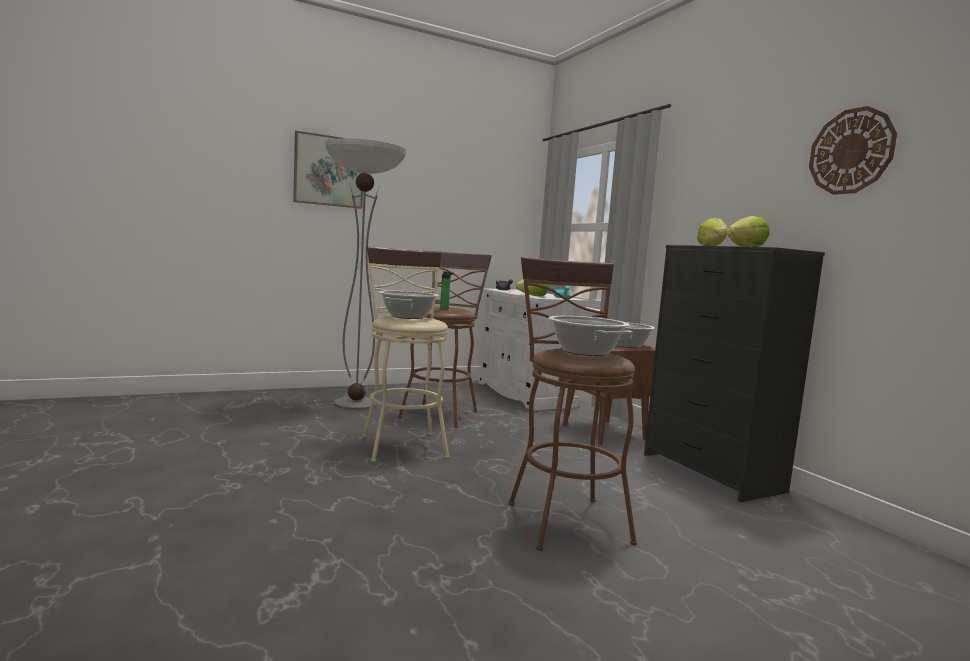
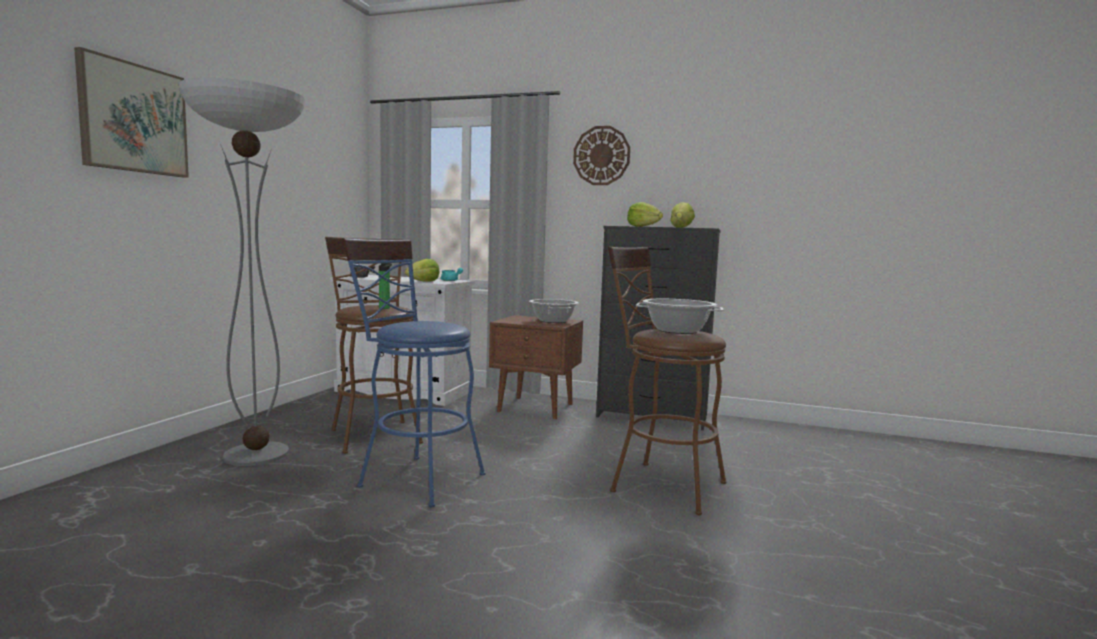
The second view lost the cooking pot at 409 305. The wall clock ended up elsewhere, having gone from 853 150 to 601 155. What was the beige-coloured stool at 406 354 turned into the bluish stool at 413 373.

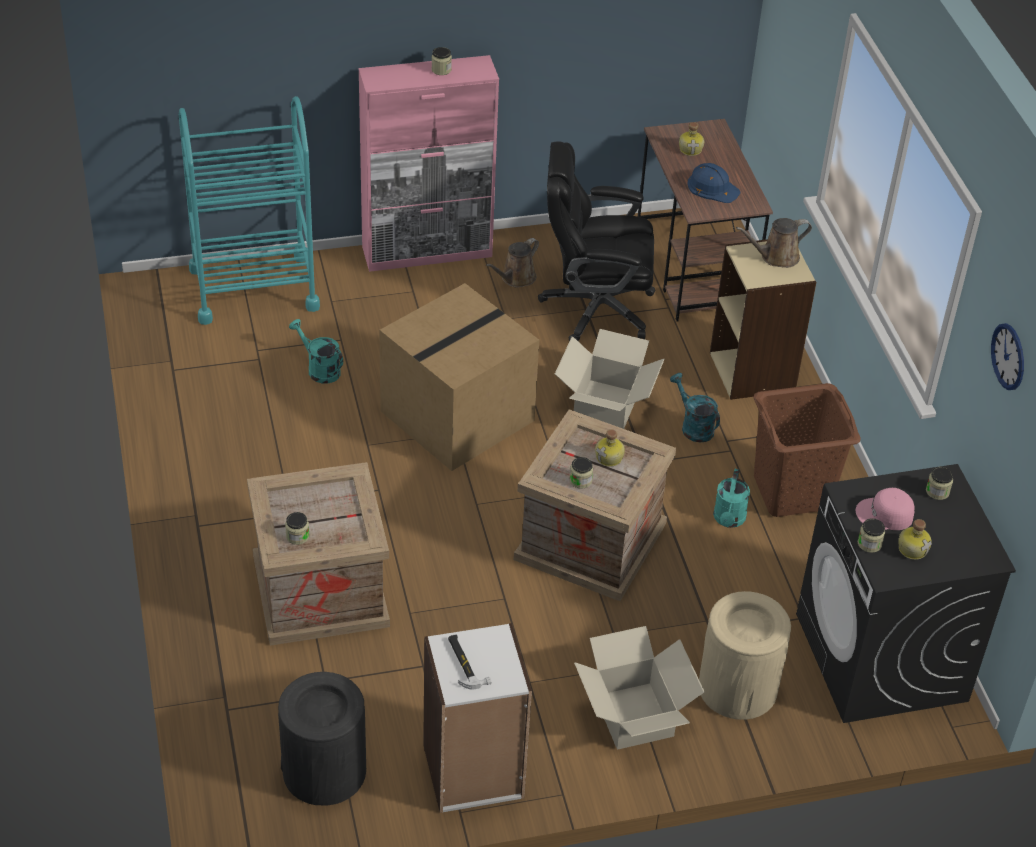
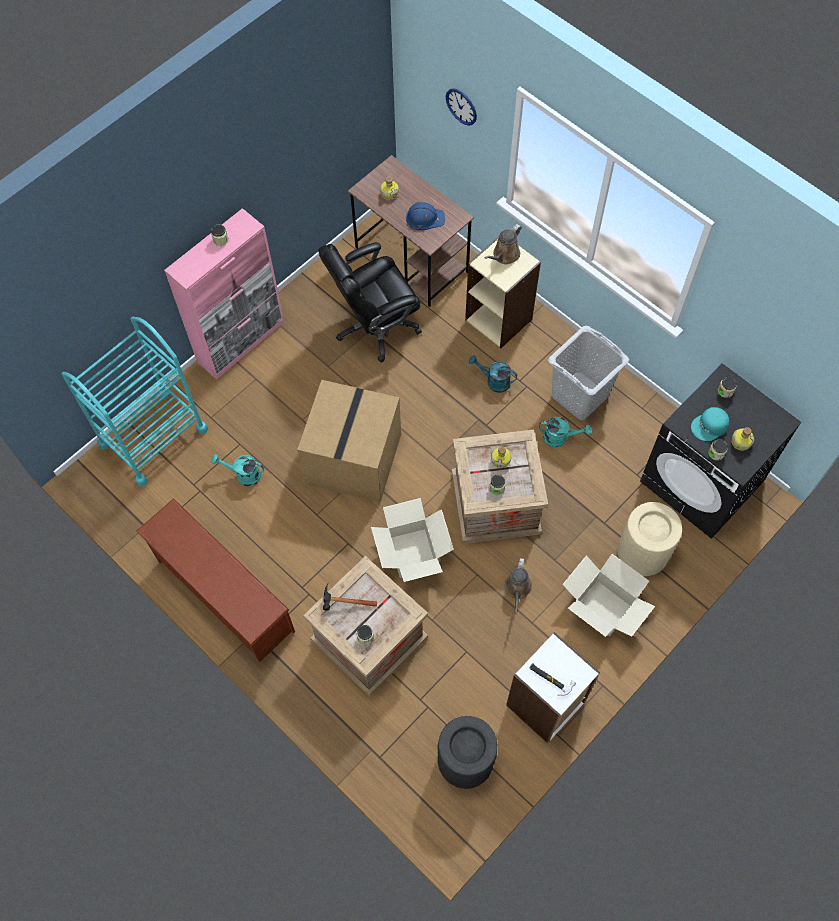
The second view gained the brownish shoe shelf at 215 580. The second view gained the hammer at 350 596. The brownish watering can ended up elsewhere, having gone from 512 263 to 518 585. The carton ended up elsewhere, having gone from 610 379 to 412 540. The wall clock ended up elsewhere, having gone from 1007 356 to 461 107. What was the brownish hamper at 807 450 turned into the grey hamper at 588 373. What was the pink-coloured cap at 885 509 turned into the turquoise cap at 710 424. The turquoise watering can at 731 498 ended up facing another way, 60 degrees counterclockwise from before.

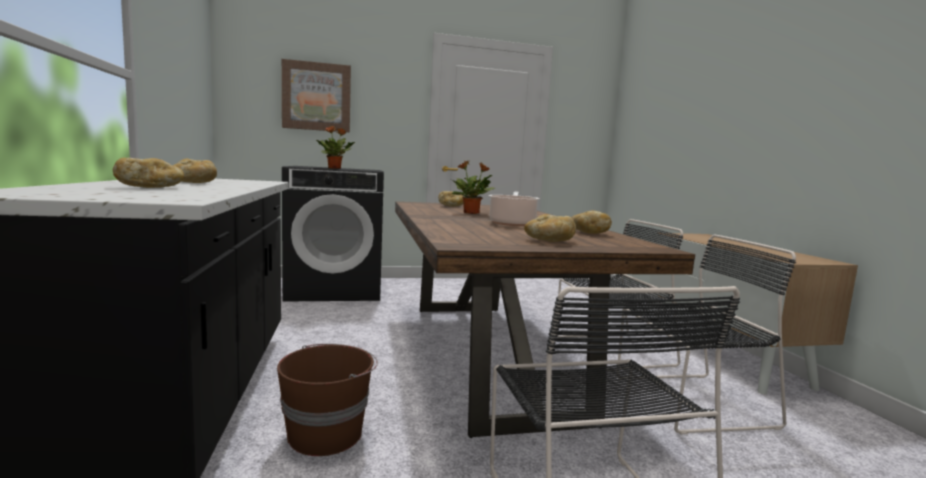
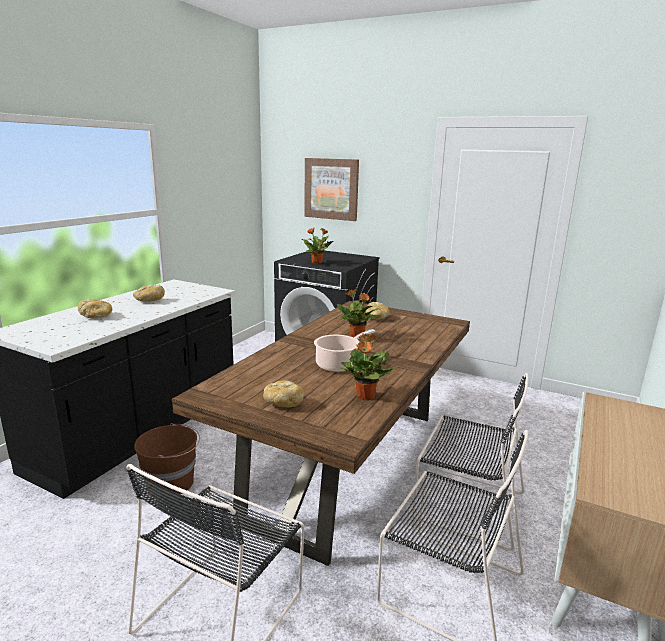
Where the bread stood at 591 222, the houseplant came to stand at 366 366.

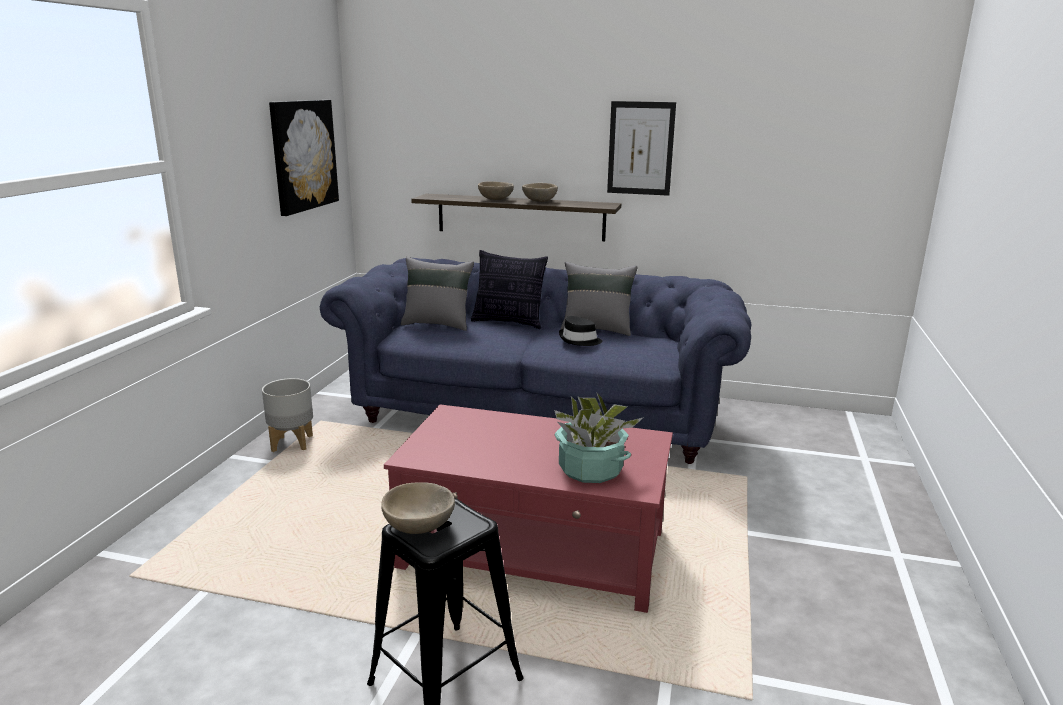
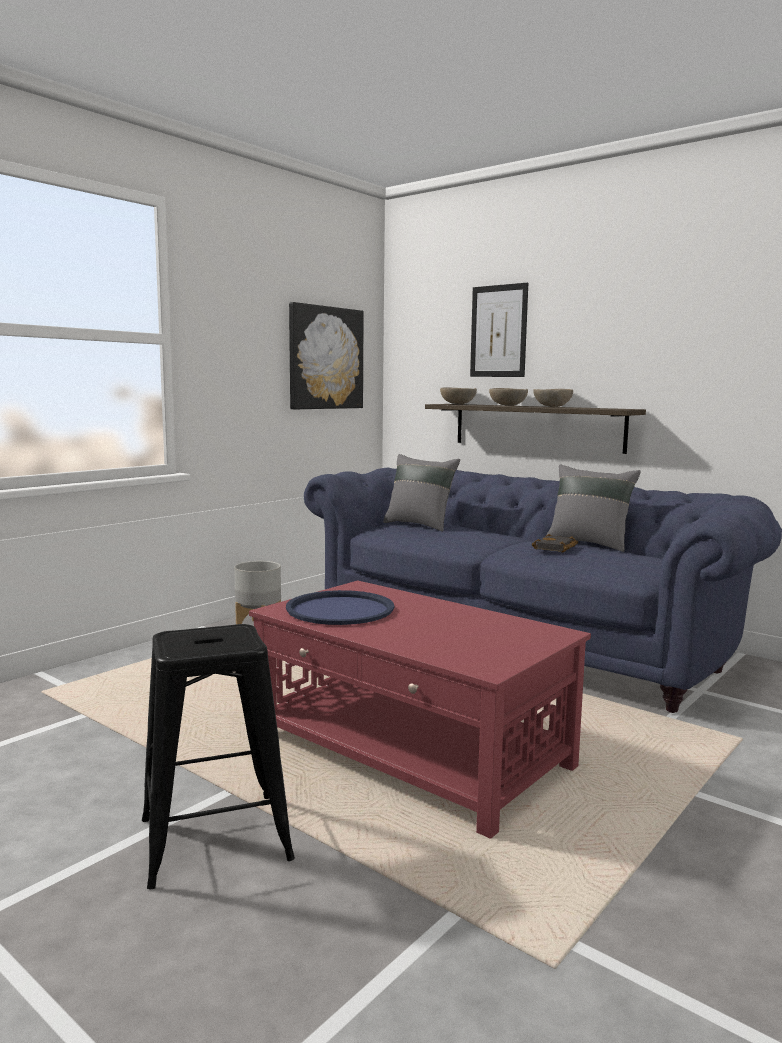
The second view lost the cushion at 509 289. The second view lost the houseplant at 599 437. The second view gained the bluish tray at 340 607. The beige-coloured serving bowl ended up elsewhere, having gone from 418 508 to 458 395. The wall art ended up elsewhere, having gone from 641 148 to 499 330. Where the blackish hat stood at 580 331, the blackish volume came to stand at 555 543.

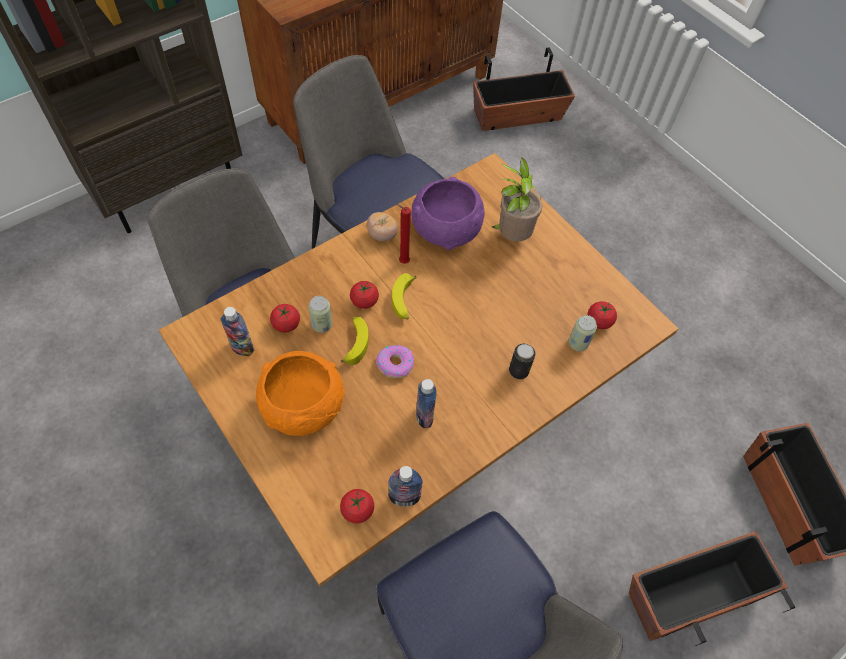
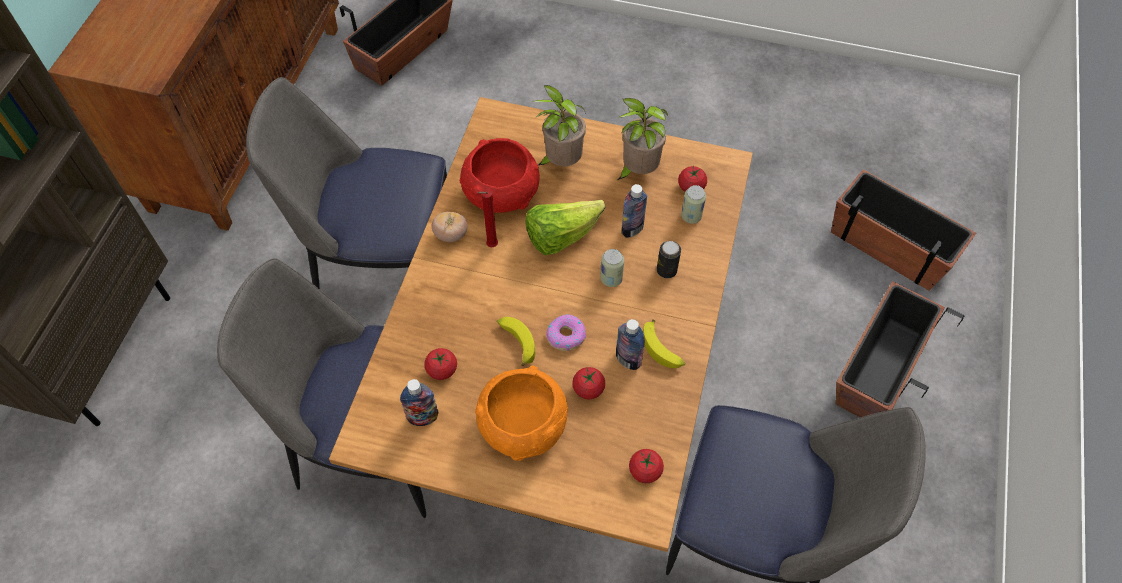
The second view gained the lettuce head at 565 227. The second view gained the houseplant at 642 139. The sealed can ended up elsewhere, having gone from 320 314 to 612 268. The whole tomato ended up elsewhere, having gone from 364 295 to 588 383. The drink bottle ended up elsewhere, having gone from 405 486 to 634 211. The whole banana ended up elsewhere, having gone from 404 296 to 664 343. What was the purplish serving bowl at 448 213 turned into the reddish serving bowl at 500 175.

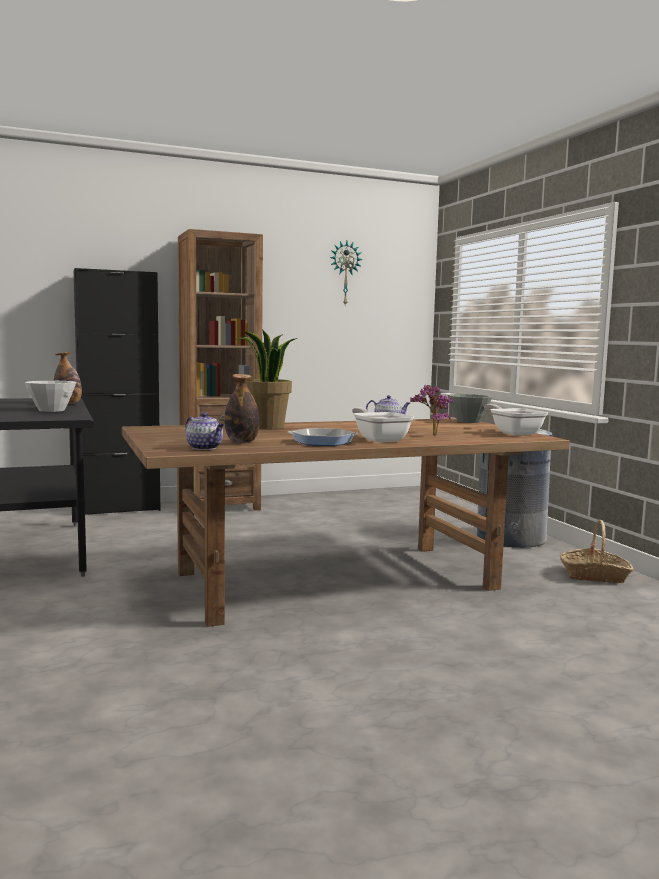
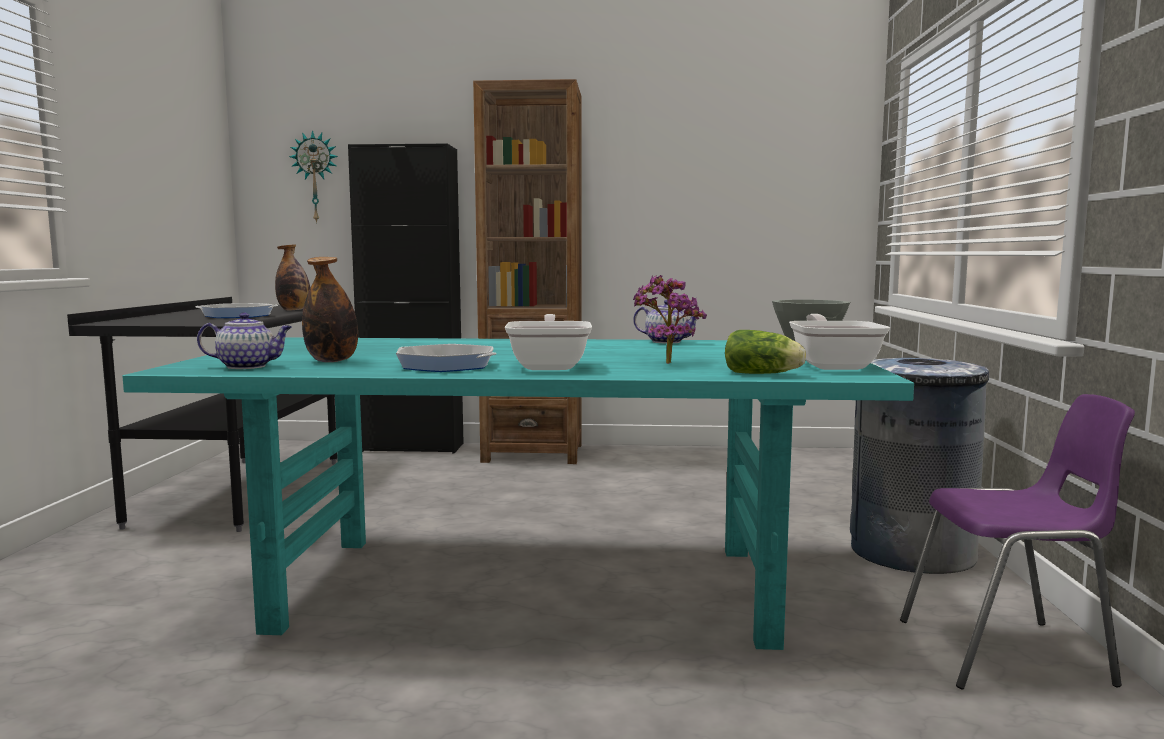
The second view lost the houseplant at 267 379. The second view gained the lettuce head at 765 352. The wall clock ended up elsewhere, having gone from 346 273 to 313 176. Where the white-coloured serving bowl stood at 50 396, the pan came to stand at 237 310. Where the storage basket stood at 597 551, the purplish chair came to stand at 1017 541. What was the brownish kitchen table at 346 522 turned into the turquoise kitchen table at 518 493. The pot for tea at 205 431 ended up facing another way, 75 degrees counterclockwise from before.

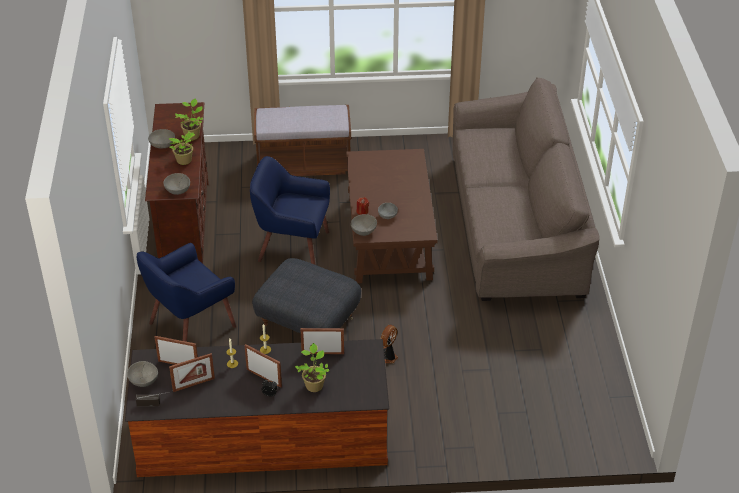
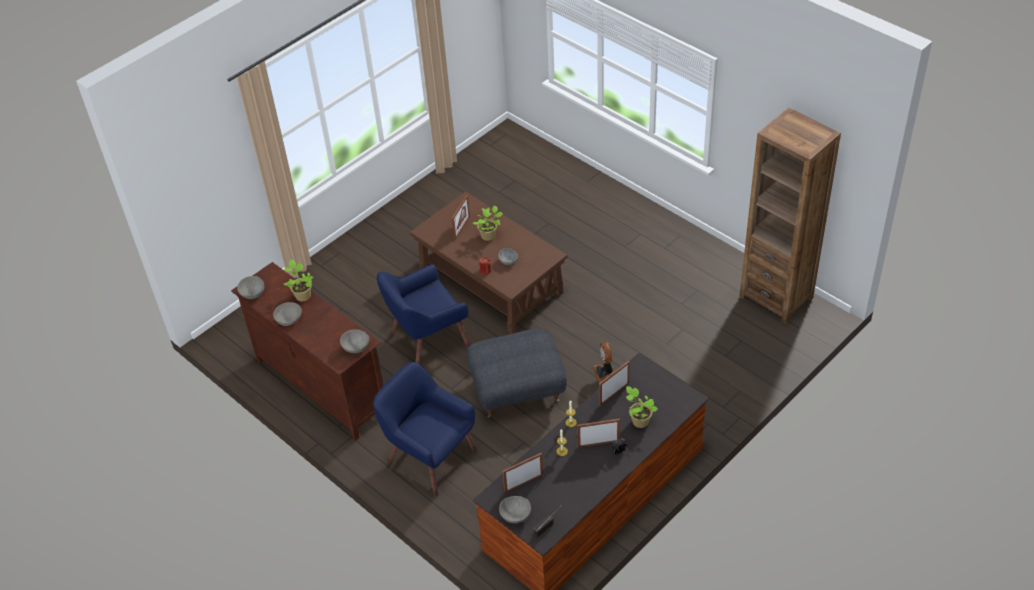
The second view lost the brownish bench at 302 140. The second view lost the brownish settee at 526 189. The second view gained the brownish bookshelf at 790 216. The houseplant ended up elsewhere, having gone from 182 148 to 488 223. The standing frame ended up elsewhere, having gone from 192 372 to 461 217. The grey serving bowl ended up elsewhere, having gone from 364 225 to 250 287. The bluish lounge chair at 187 292 ended up facing another way, 120 degrees clockwise from before.

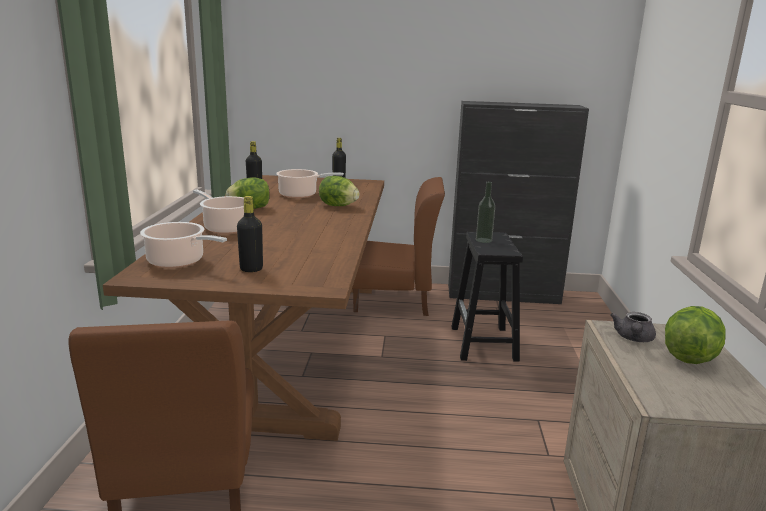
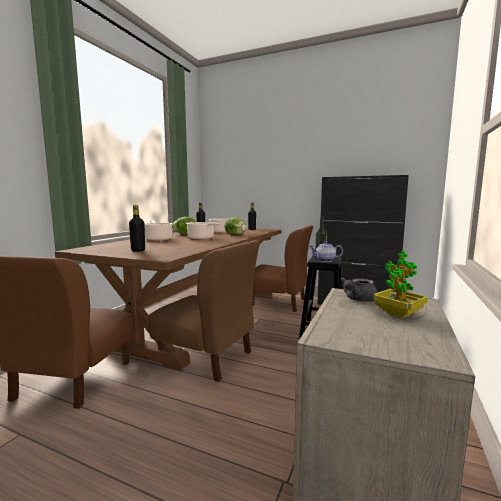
The second view gained the brownish chair at 204 311. The second view gained the pot for tea at 326 251. The cooking pot ended up elsewhere, having gone from 183 245 to 203 230. Where the lettuce head stood at 695 335, the houseplant came to stand at 400 284.

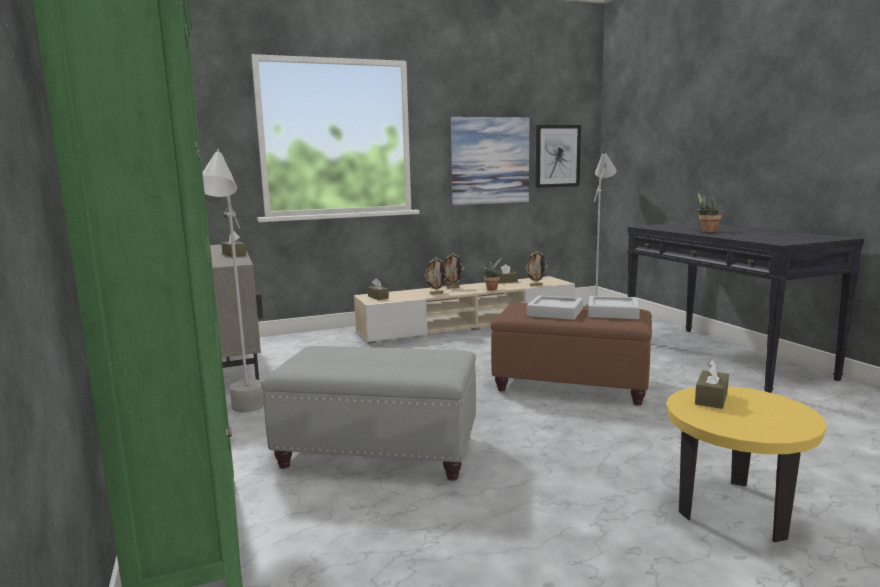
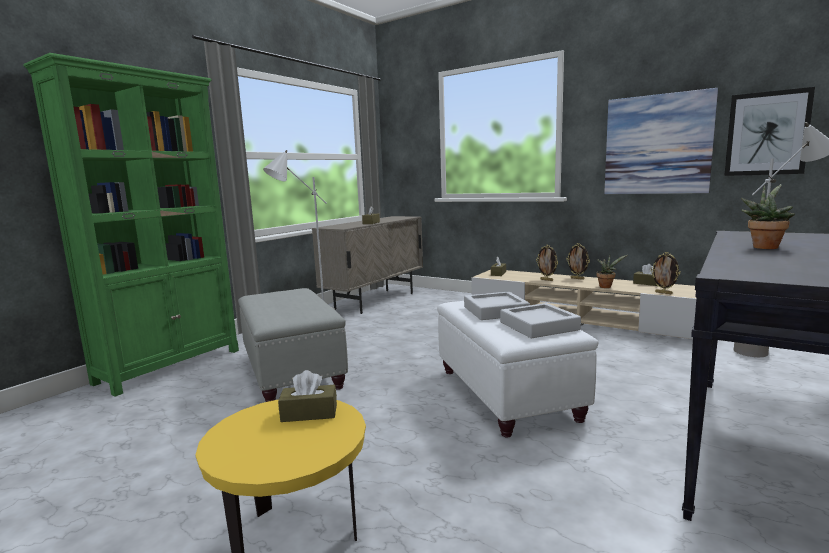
What was the brownish pouffe at 571 354 turned into the white-coloured pouffe at 518 369.

